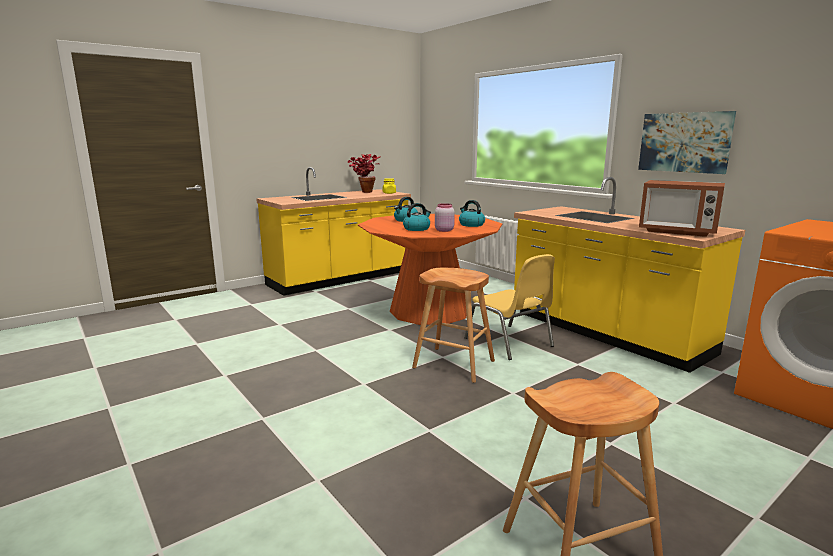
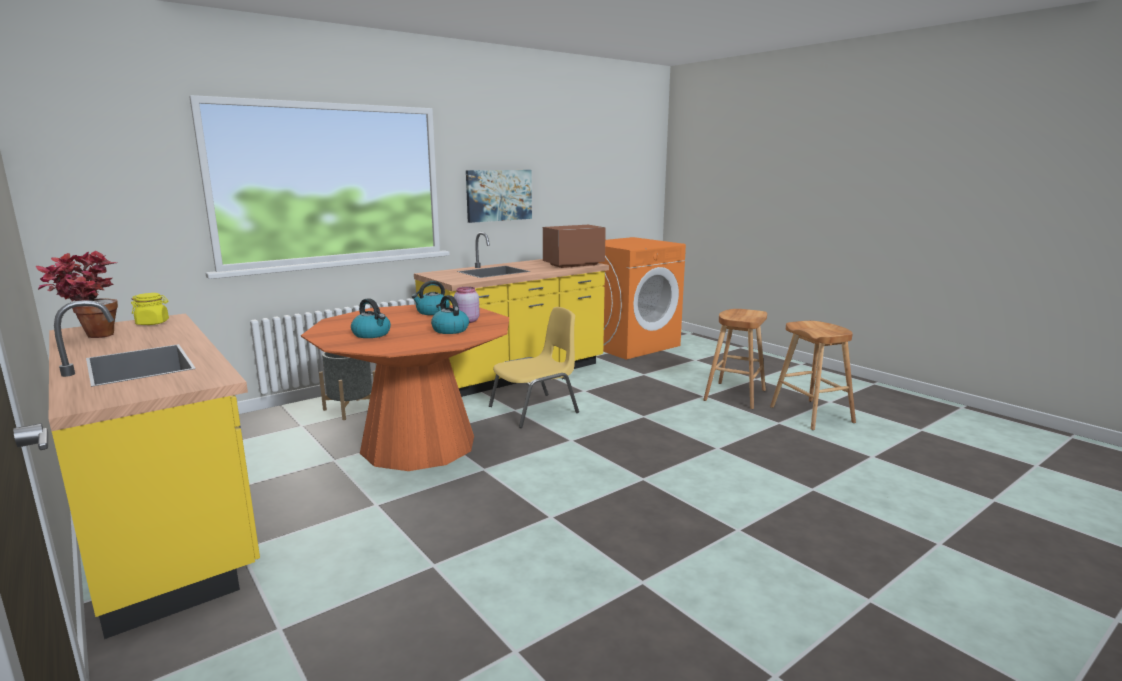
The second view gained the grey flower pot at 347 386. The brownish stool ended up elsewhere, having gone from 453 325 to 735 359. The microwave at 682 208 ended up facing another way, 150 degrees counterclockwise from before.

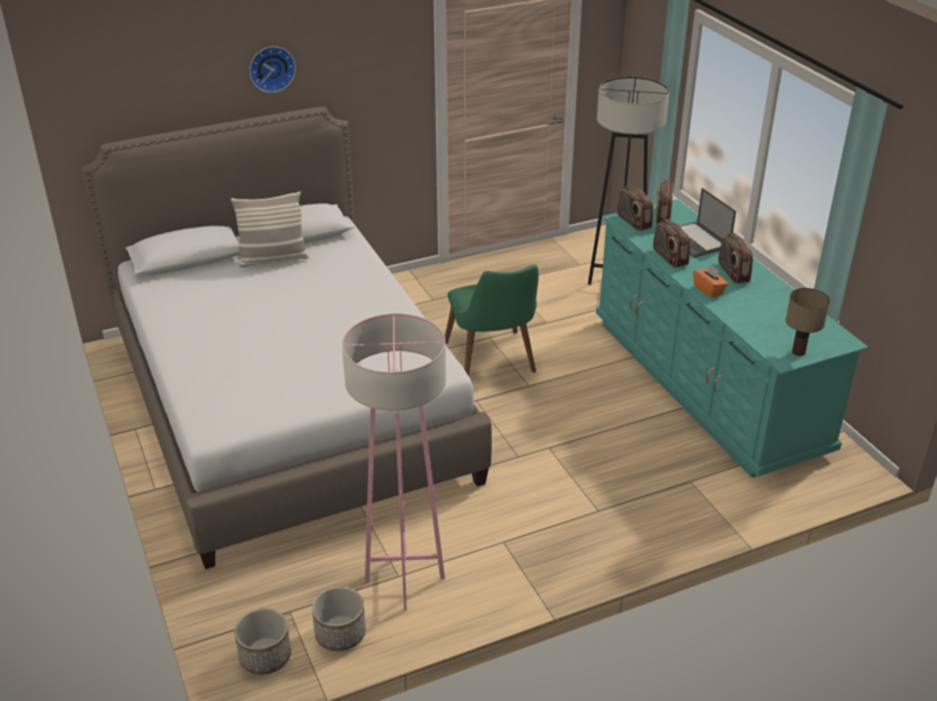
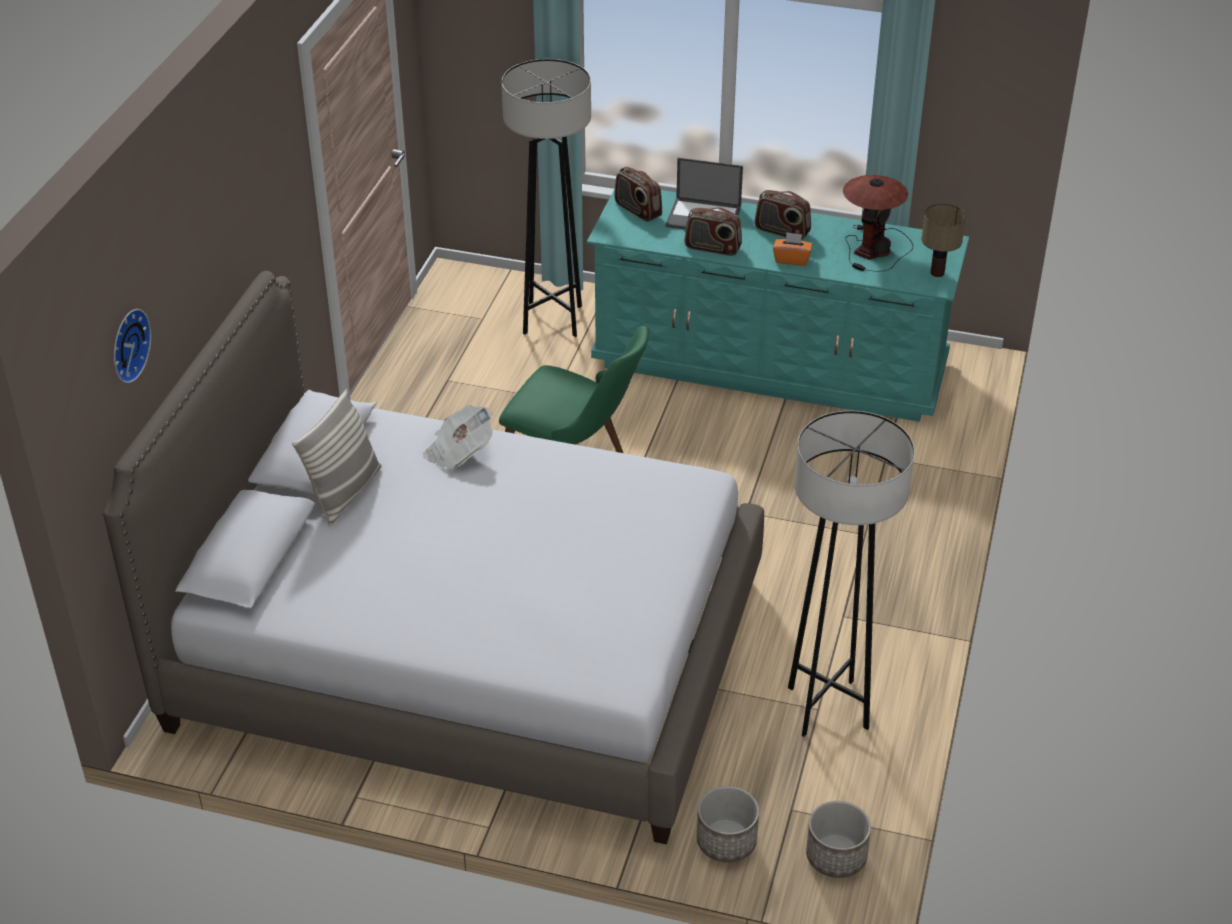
The second view lost the radio set at 635 208. The second view gained the printed paper at 458 438. The second view gained the lamp for a table at 878 223. The wall clock ended up elsewhere, having gone from 272 69 to 132 346. The flower pot ended up elsewhere, having gone from 339 619 to 728 824. What was the pink-coloured standard lamp at 394 462 turned into the grey standard lamp at 851 574.

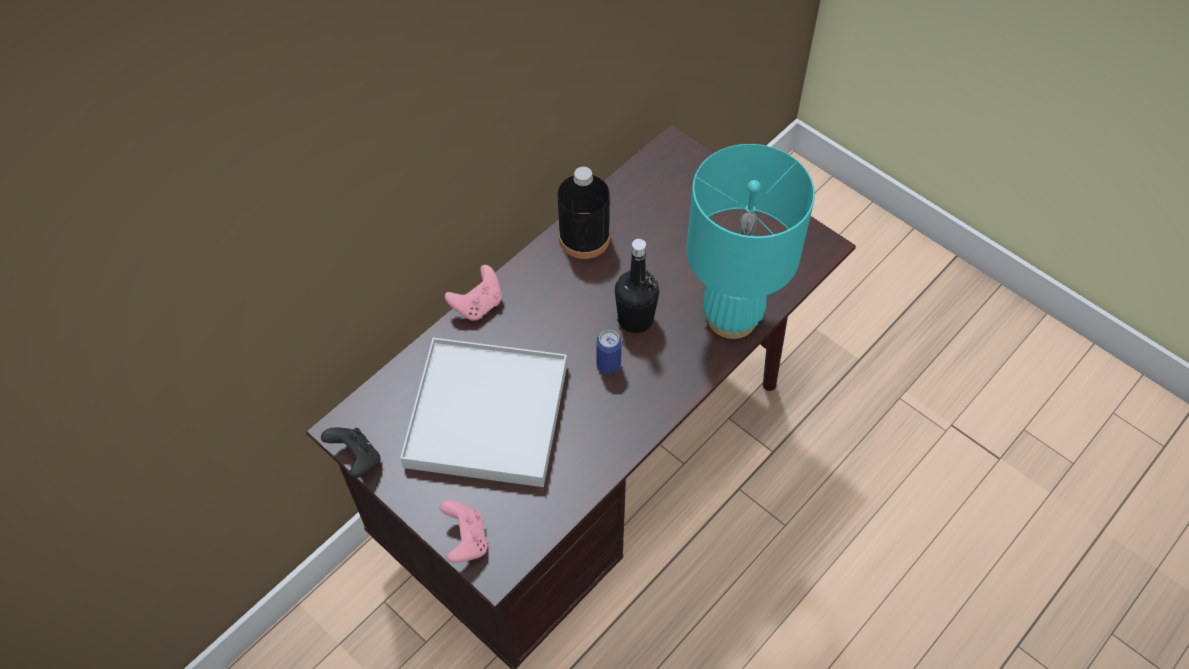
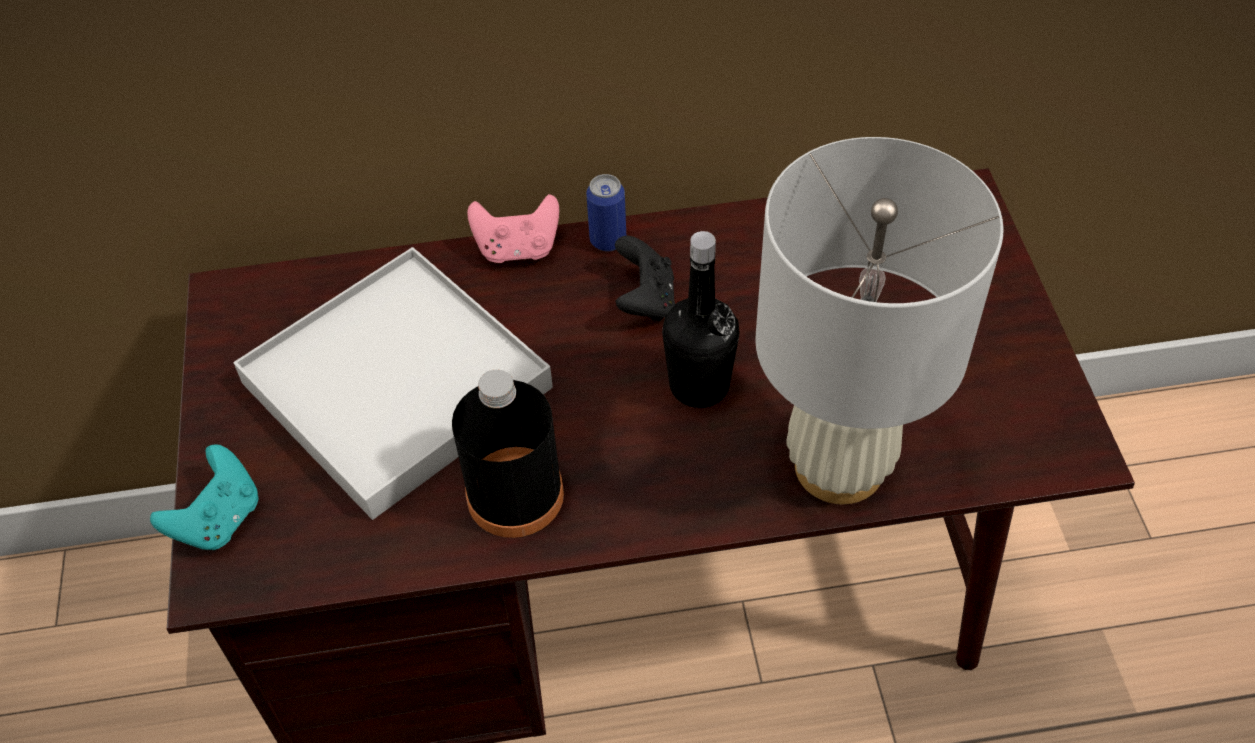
The blackish game controller ended up elsewhere, having gone from 351 452 to 645 278. The blackish drink bottle ended up elsewhere, having gone from 584 213 to 508 454. The sealed can ended up elsewhere, having gone from 609 352 to 606 213. What was the pink-coloured game controller at 463 531 turned into the turquoise game controller at 204 497. What was the turquoise lamp for a table at 750 241 turned into the white-coloured lamp for a table at 879 320.

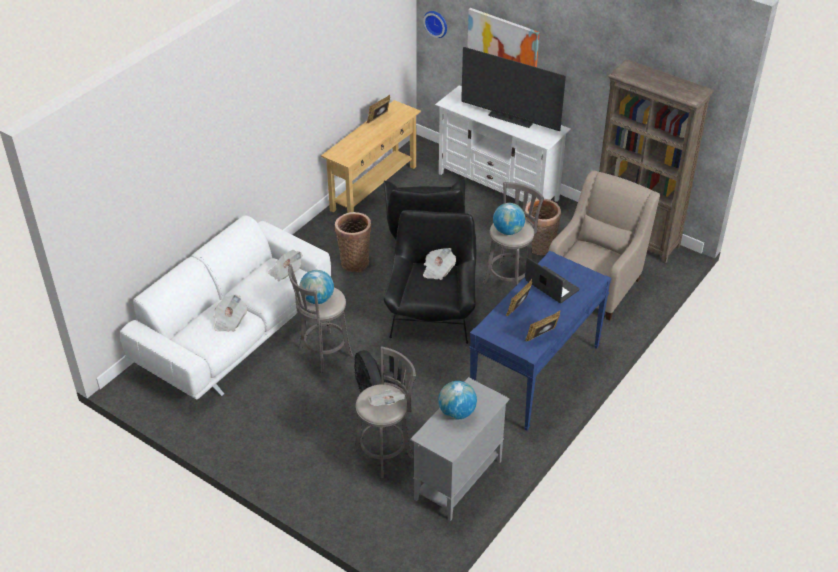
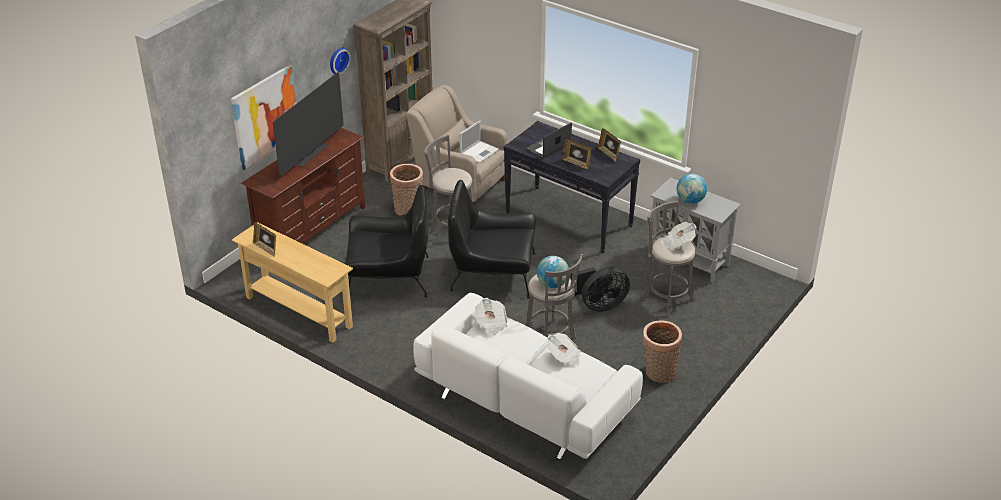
The second view lost the printed paper at 439 264. The second view lost the desk globe at 509 219. The second view gained the laptop at 479 141. The storage basket ended up elsewhere, having gone from 353 242 to 662 351. The wall clock ended up elsewhere, having gone from 435 24 to 340 61. What was the white-coloured tv stand at 503 144 turned into the brownish tv stand at 303 186. What was the bluish hall table at 540 341 turned into the blackish hall table at 571 187.

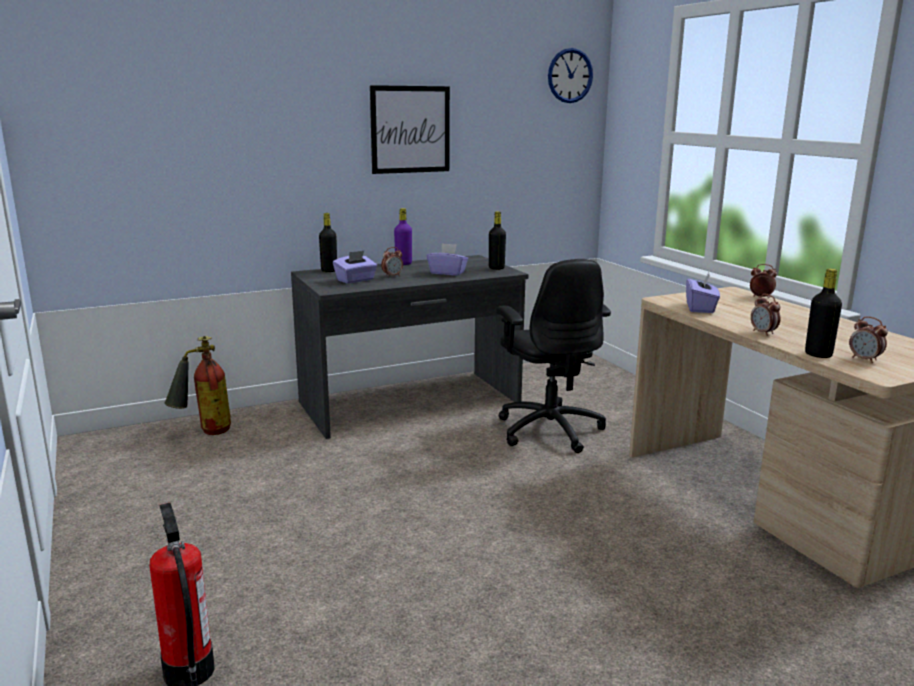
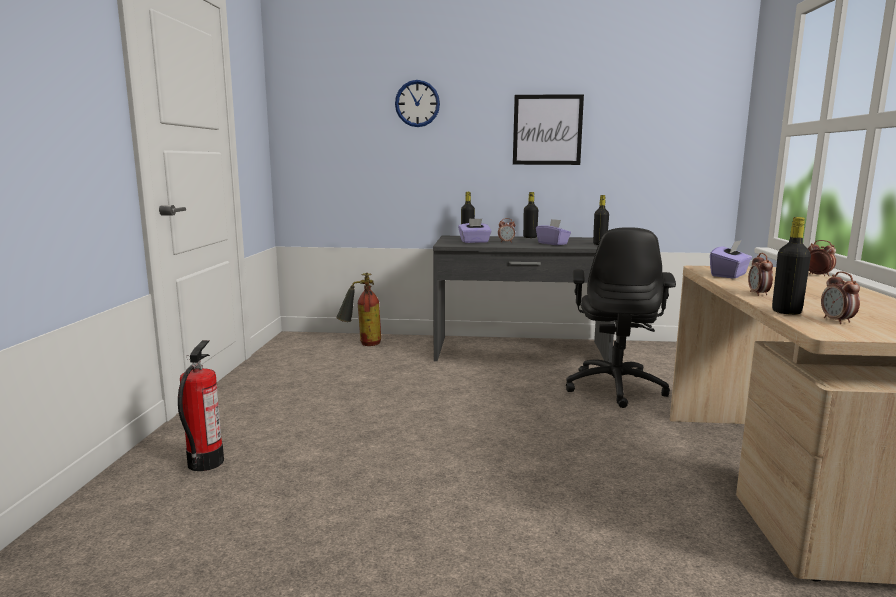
The wall clock ended up elsewhere, having gone from 570 75 to 417 103. What was the purplish drink bottle at 403 236 turned into the blackish drink bottle at 530 215.

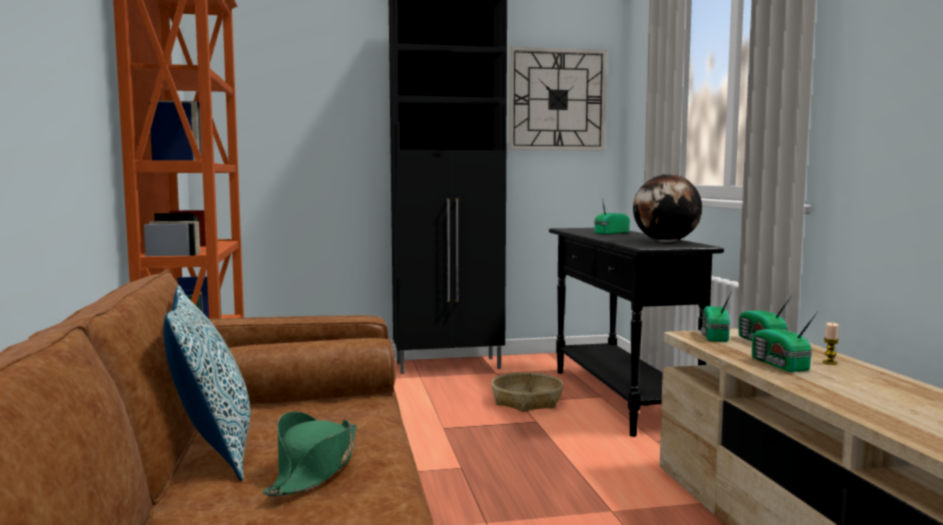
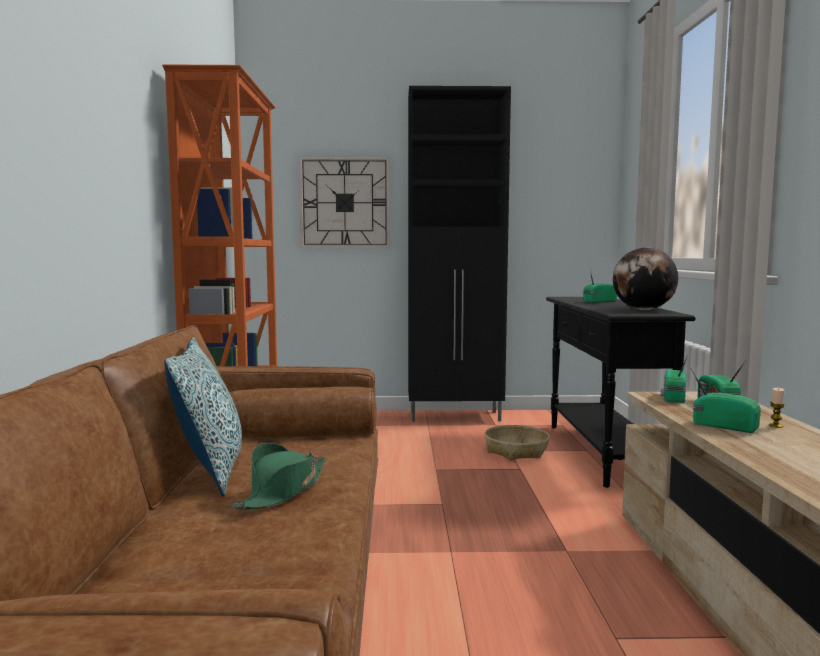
The wall clock ended up elsewhere, having gone from 558 98 to 344 202. The radio set at 785 341 ended up facing another way, 135 degrees clockwise from before.

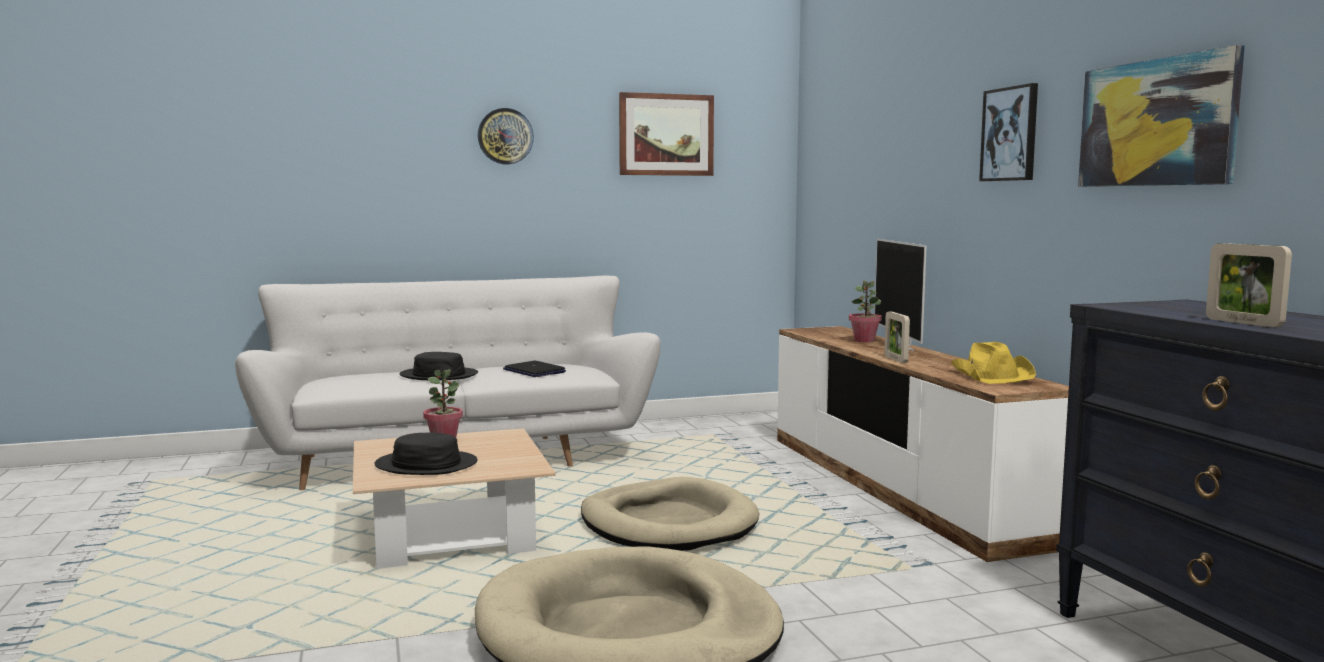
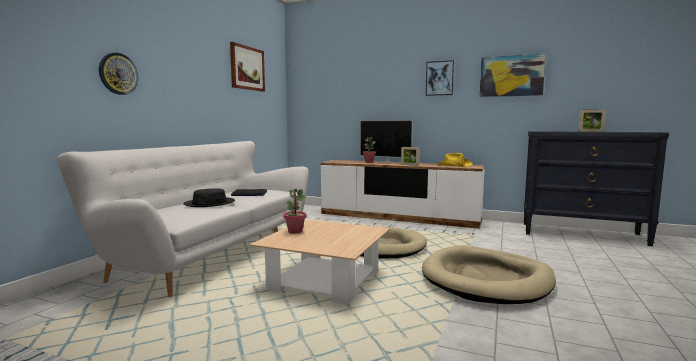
The second view lost the blackish hat at 425 453. The wall clock ended up elsewhere, having gone from 506 136 to 118 74.

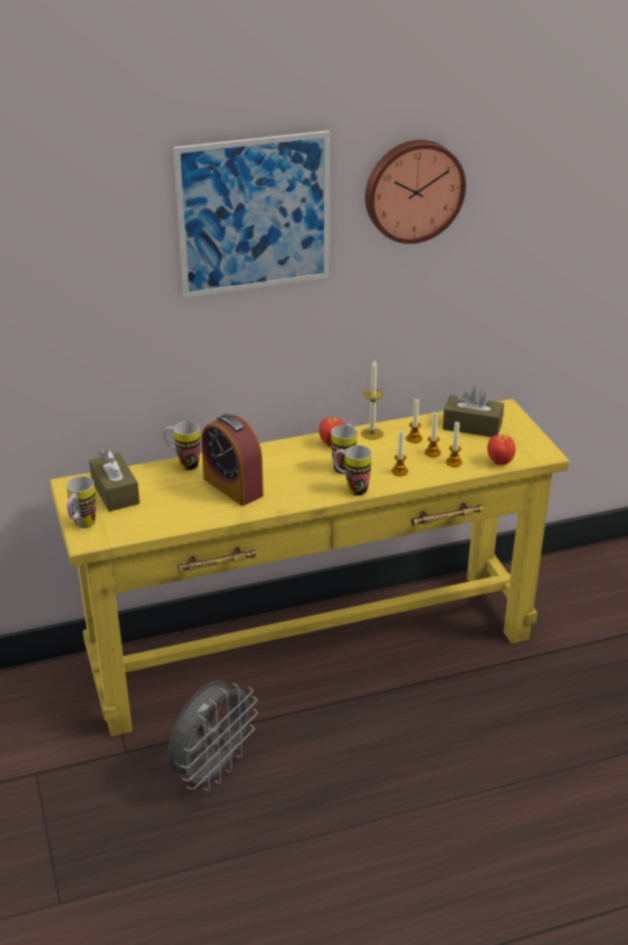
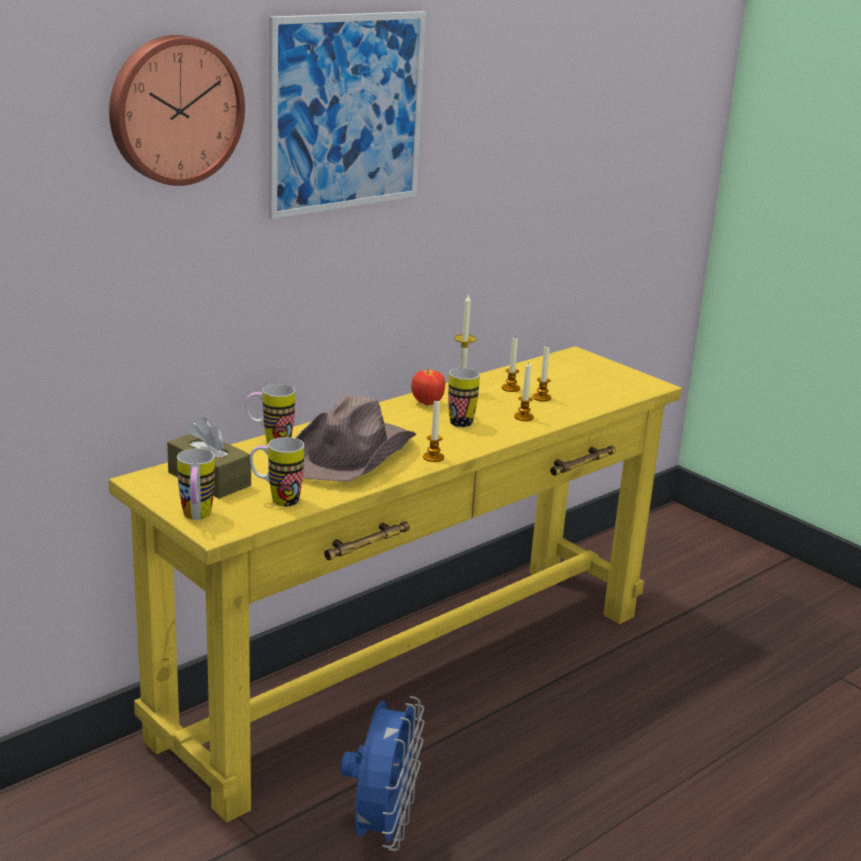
The second view lost the brownish tissue holder at 473 411. The second view lost the apple at 501 450. The coffee mug ended up elsewhere, having gone from 353 470 to 277 471. The wall clock ended up elsewhere, having gone from 415 192 to 177 110. The candle ended up elsewhere, having gone from 454 444 to 433 431. Where the alarm clock stood at 232 460, the brownish hat came to stand at 356 438. What was the grey fan at 213 735 turned into the bluish fan at 382 773.

